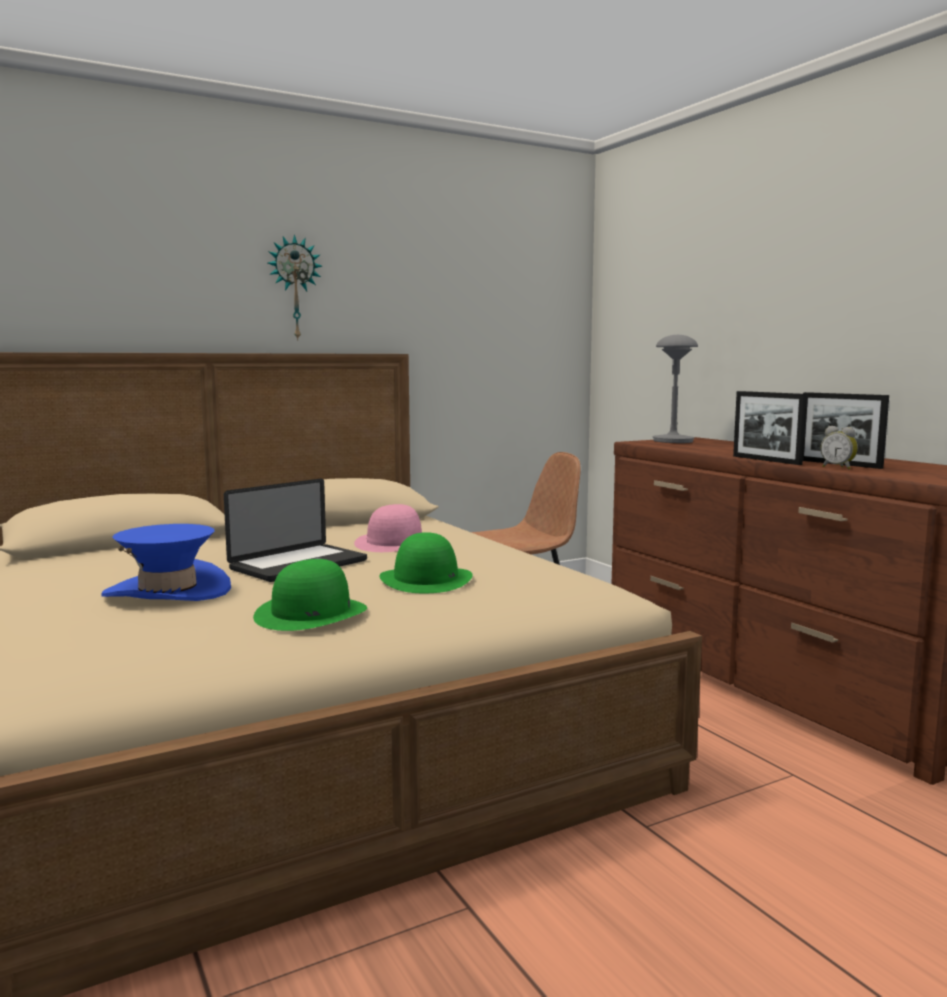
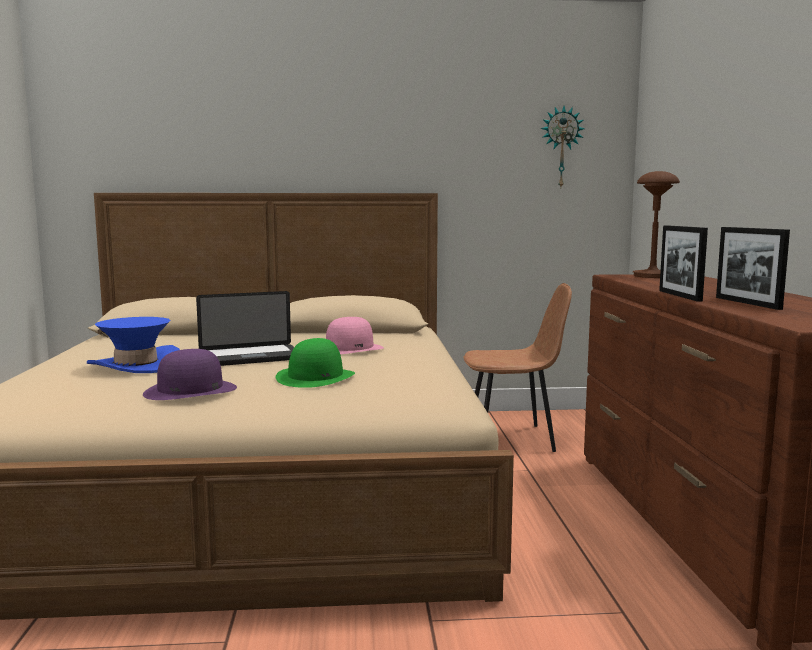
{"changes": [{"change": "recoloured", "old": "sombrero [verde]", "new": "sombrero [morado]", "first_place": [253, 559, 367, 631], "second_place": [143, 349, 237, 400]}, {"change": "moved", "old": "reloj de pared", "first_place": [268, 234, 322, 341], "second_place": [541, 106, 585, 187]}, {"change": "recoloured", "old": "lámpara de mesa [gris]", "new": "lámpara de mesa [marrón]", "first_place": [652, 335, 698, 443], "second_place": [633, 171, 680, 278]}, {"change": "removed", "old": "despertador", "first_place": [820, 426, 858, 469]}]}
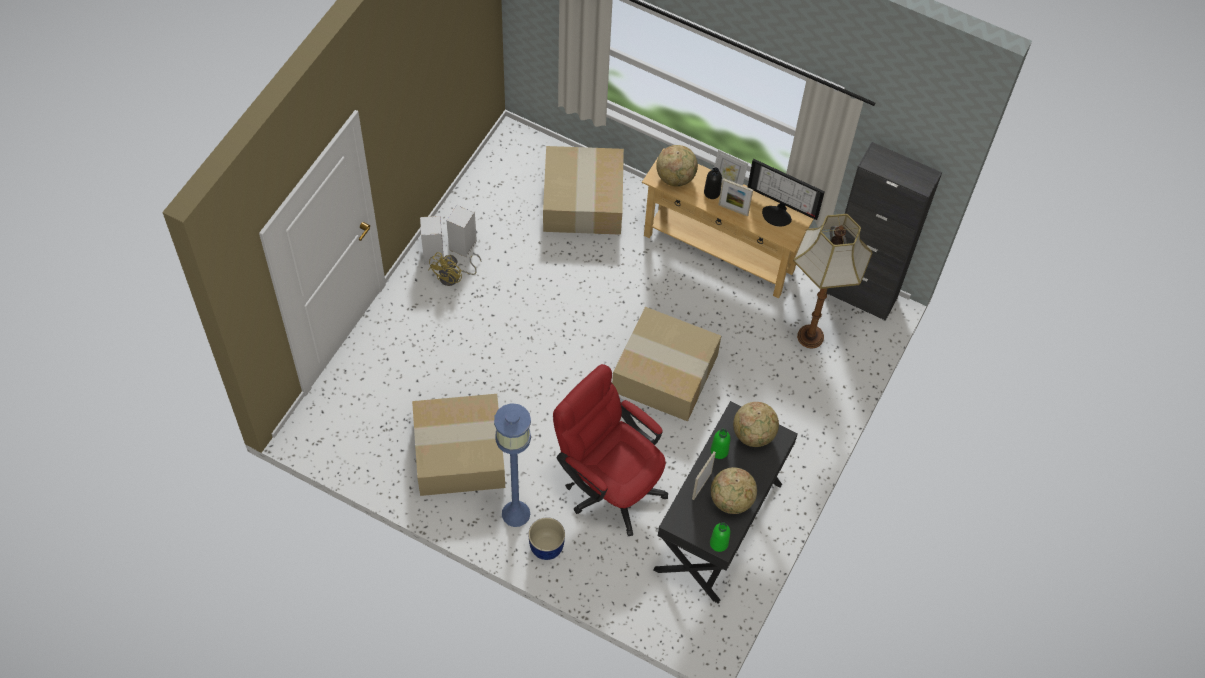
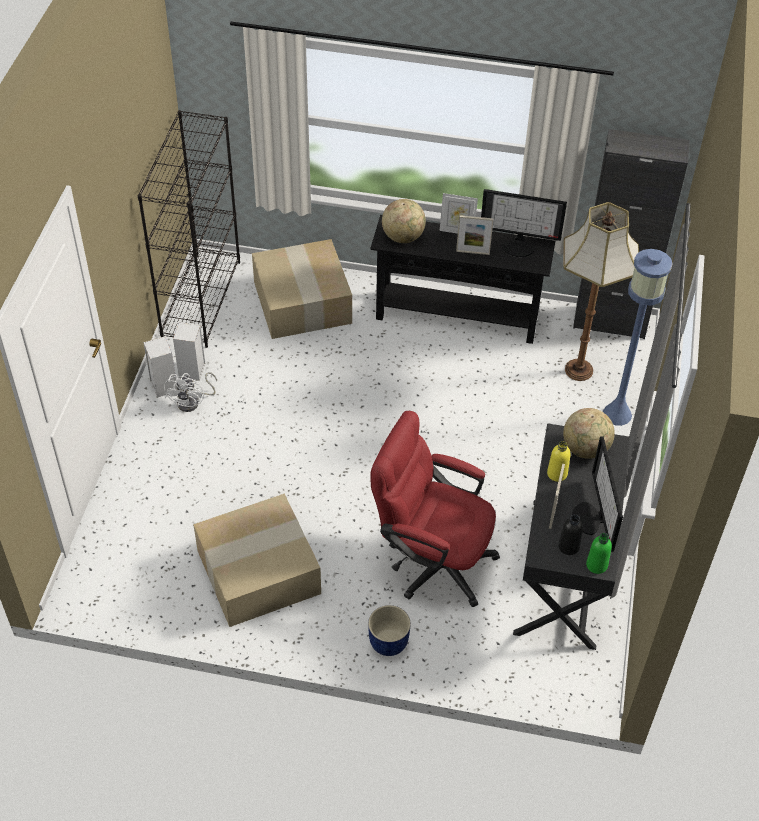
{"changes": [{"change": "added", "new": "estantería [negro]", "second_place": [138, 110, 240, 348]}, {"change": "recoloured", "old": "ventilador [amarillo]", "new": "ventilador [blanco]", "first_place": [428, 252, 481, 286], "second_place": [164, 372, 217, 412]}, {"change": "recoloured", "old": "mesa consola [beis]", "new": "mesa consola [negro]", "first_place": [642, 148, 814, 298], "second_place": [370, 215, 555, 344]}, {"change": "recoloured", "old": "botella [verde]", "new": "botella [amarillo]", "first_place": [711, 429, 730, 459], "second_place": [547, 441, 571, 482]}, {"change": "moved", "old": "botella [negro]", "first_place": [704, 167, 722, 199], "second_place": [558, 514, 583, 555]}, {"change": "replaced", "old": "globo terráqueo", "new": "monitor", "first_place": [711, 467, 757, 514], "second_place": [572, 436, 623, 552]}, {"change": "moved", "old": "lámpara de pie [azul]", "first_place": [494, 403, 531, 527], "second_place": [603, 249, 673, 426]}, {"change": "removed", "old": "caja de cartón", "first_place": [612, 307, 721, 422]}]}
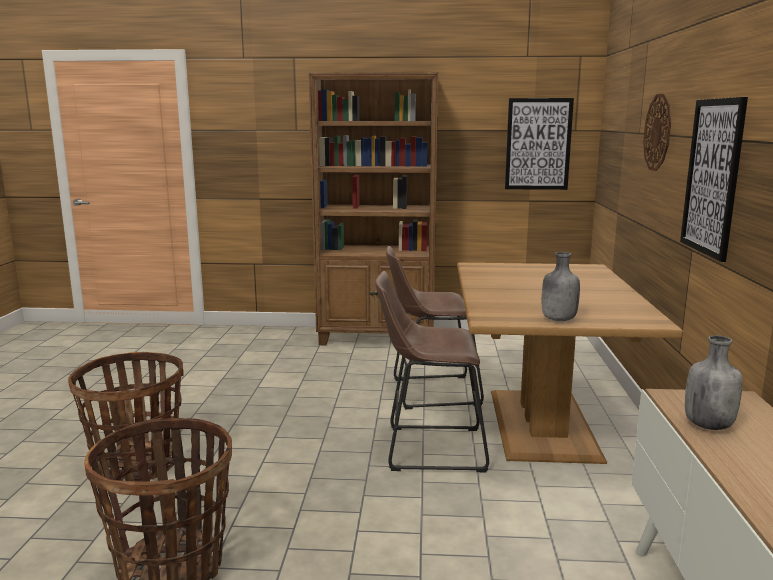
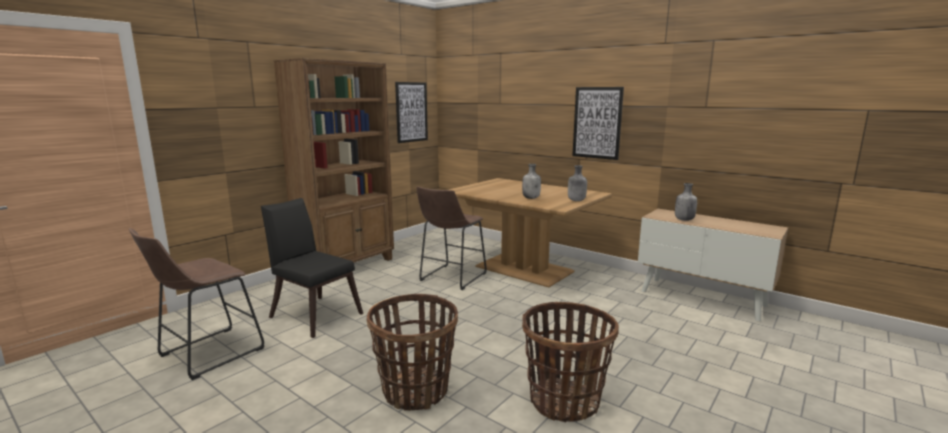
{"changes": [{"change": "moved", "old": "taburete [marrón]", "first_place": [375, 271, 489, 472], "second_place": [129, 228, 264, 380]}, {"change": "added", "new": "silla [negro]", "second_place": [261, 198, 363, 338]}, {"change": "added", "new": "botella [gris]", "second_place": [522, 164, 541, 199]}, {"change": "removed", "old": "reloj de pared", "first_place": [643, 94, 671, 171]}]}
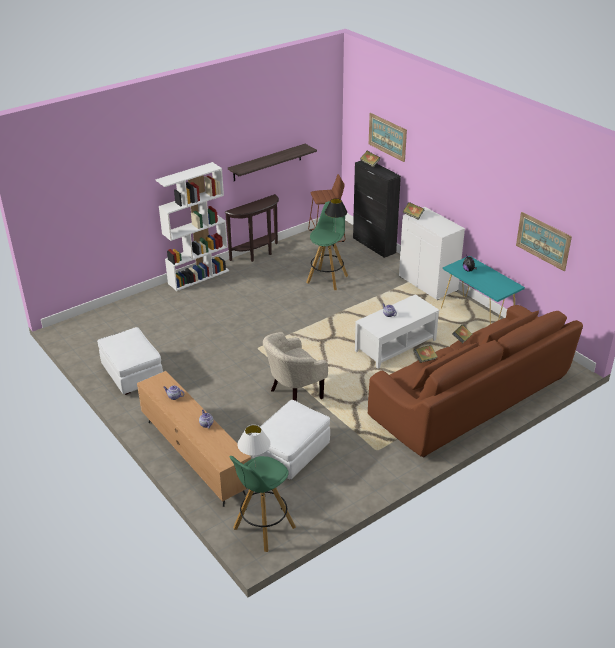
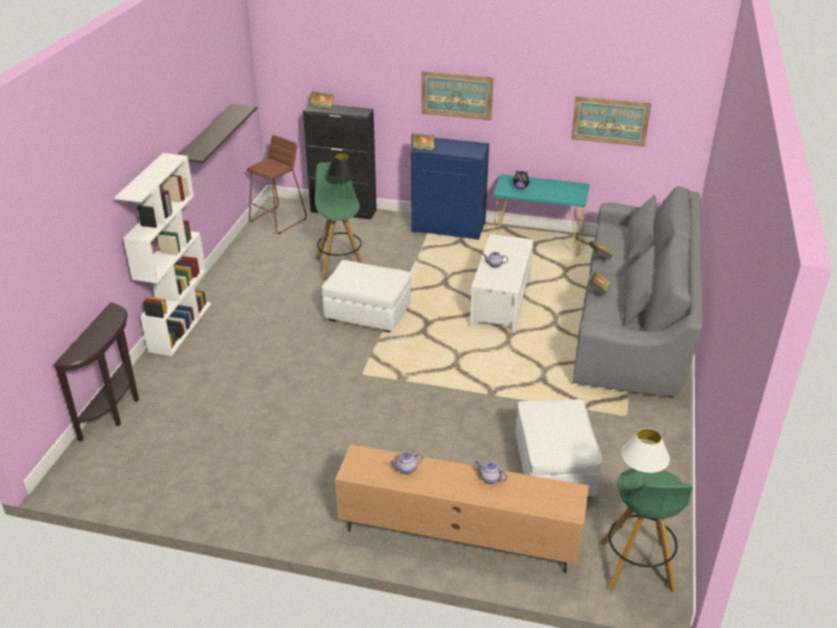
{"changes": [{"change": "moved", "old": "mesa consola [marrón]", "first_place": [225, 194, 279, 262], "second_place": [53, 302, 139, 442]}, {"change": "moved", "old": "puf [blanco]", "first_place": [97, 327, 163, 395], "second_place": [322, 260, 411, 332]}, {"change": "recoloured", "old": "armario [blanco]", "new": "armario [azul]", "first_place": [399, 207, 465, 300], "second_place": [411, 138, 489, 240]}, {"change": "moved", "old": "cuadro", "first_place": [369, 113, 407, 162], "second_place": [421, 71, 494, 121]}, {"change": "recoloured", "old": "sofá [marrón]", "new": "sofá [gris]", "first_place": [368, 305, 583, 458], "second_place": [573, 186, 703, 398]}, {"change": "removed", "old": "sillón [beis]", "first_place": [263, 332, 328, 401]}]}
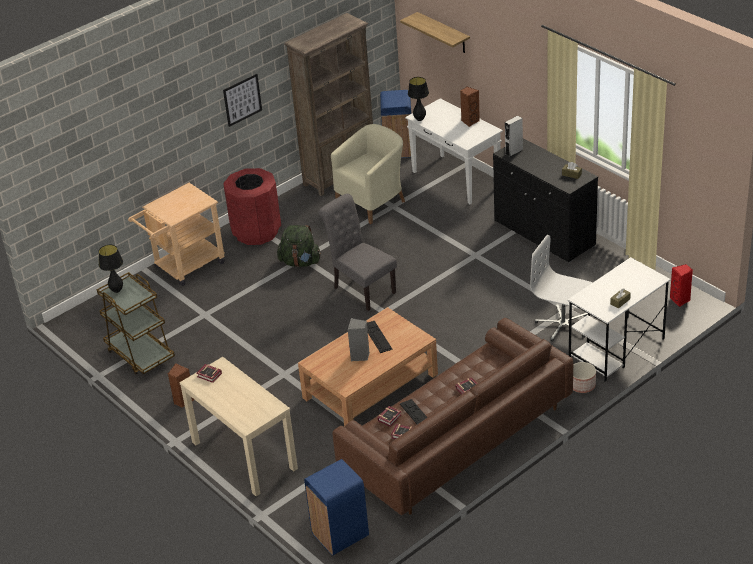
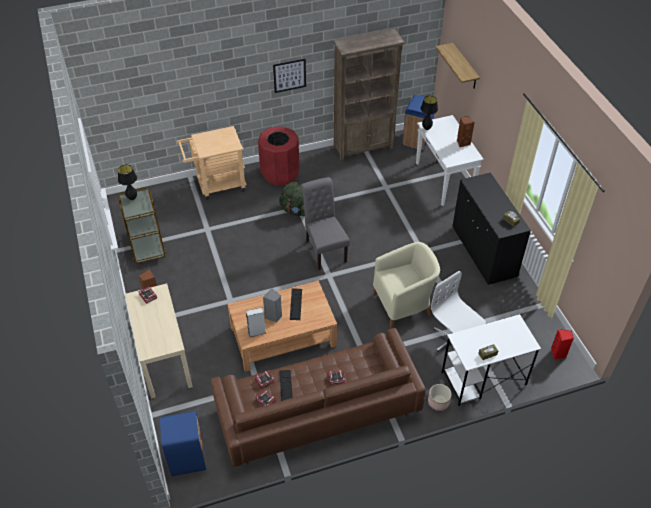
{"changes": [{"change": "moved", "old": "altavoz [gris]", "first_place": [505, 115, 523, 157], "second_place": [246, 307, 266, 337]}, {"change": "moved", "old": "sillón [beis]", "first_place": [331, 124, 405, 224], "second_place": [373, 242, 440, 329]}]}
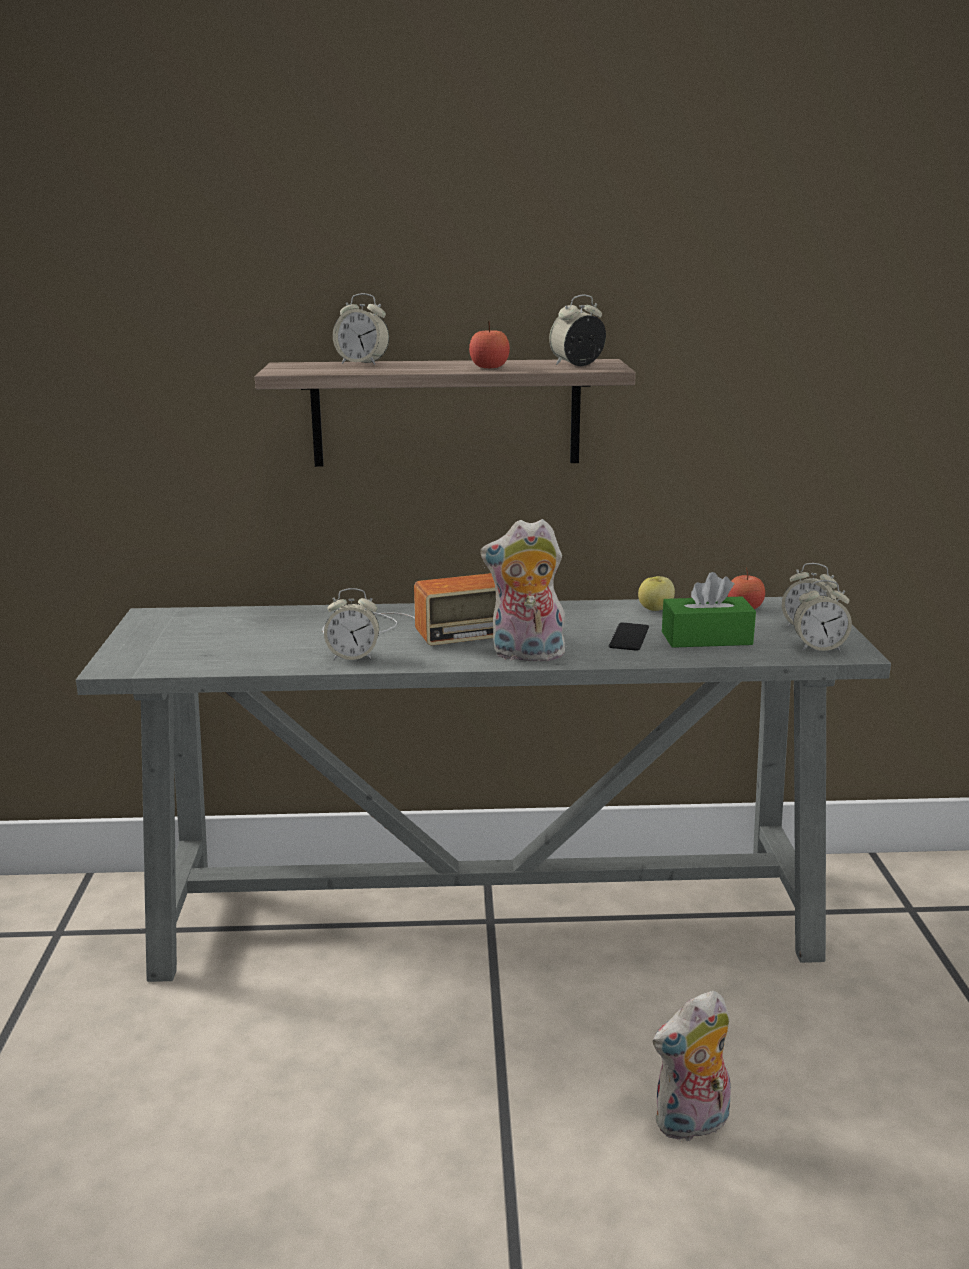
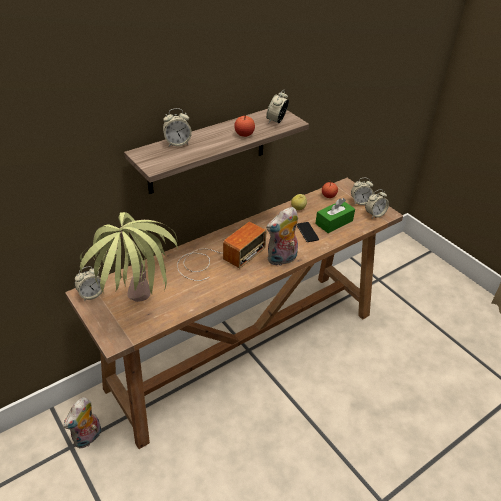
{"changes": [{"change": "moved", "old": "peluche", "first_place": [653, 991, 731, 1141], "second_place": [64, 397, 101, 449]}, {"change": "recoloured", "old": "mesa consola [gris]", "new": "mesa consola [marrón]", "first_place": [76, 597, 891, 982], "second_place": [65, 178, 403, 449]}, {"change": "moved", "old": "despertador", "first_place": [324, 588, 379, 660], "second_place": [75, 266, 102, 301]}, {"change": "added", "new": "planta en maceta", "second_place": [80, 212, 178, 302]}]}
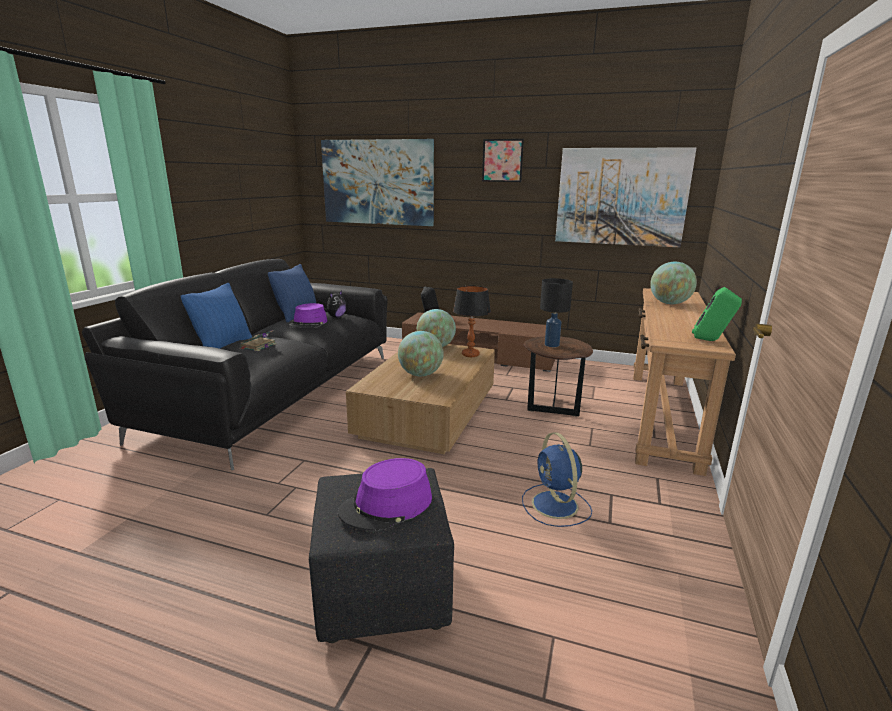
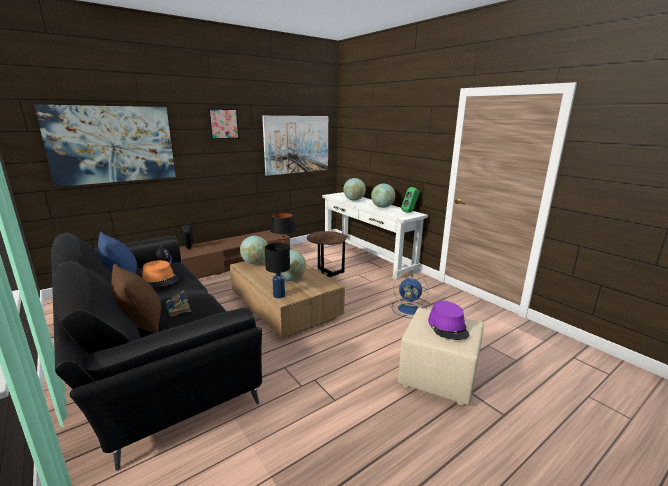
{"changes": [{"change": "recoloured", "old": "cojín [azul]", "new": "cojín [marrón]", "first_place": [181, 283, 252, 349], "second_place": [111, 264, 161, 333]}, {"change": "recoloured", "old": "sombrero [morado]", "new": "sombrero [naranja]", "first_place": [289, 303, 327, 328], "second_place": [142, 260, 178, 287]}, {"change": "moved", "old": "lámpara de mesa [negro]", "first_place": [540, 278, 573, 347], "second_place": [265, 243, 290, 299]}, {"change": "recoloured", "old": "mesa consola [marrón]", "new": "mesa consola [blanco]", "first_place": [633, 288, 736, 476], "second_place": [322, 192, 428, 280]}, {"change": "added", "new": "globo terráqueo", "second_place": [371, 184, 395, 208]}, {"change": "recoloured", "old": "puf [negro]", "new": "puf [beis]", "first_place": [309, 468, 454, 643], "second_place": [398, 308, 484, 406]}]}
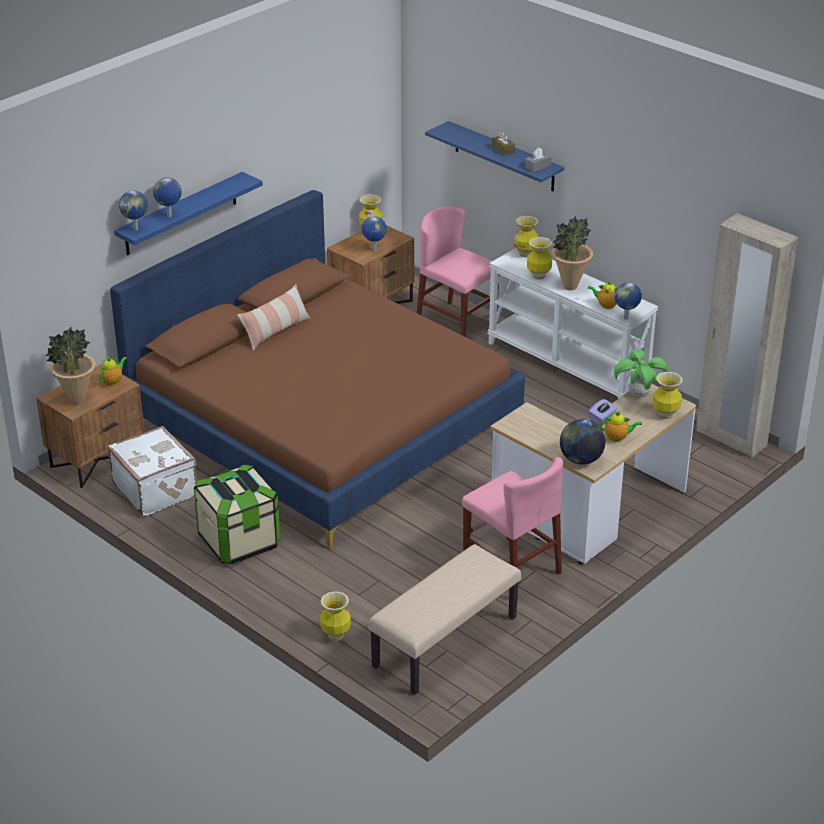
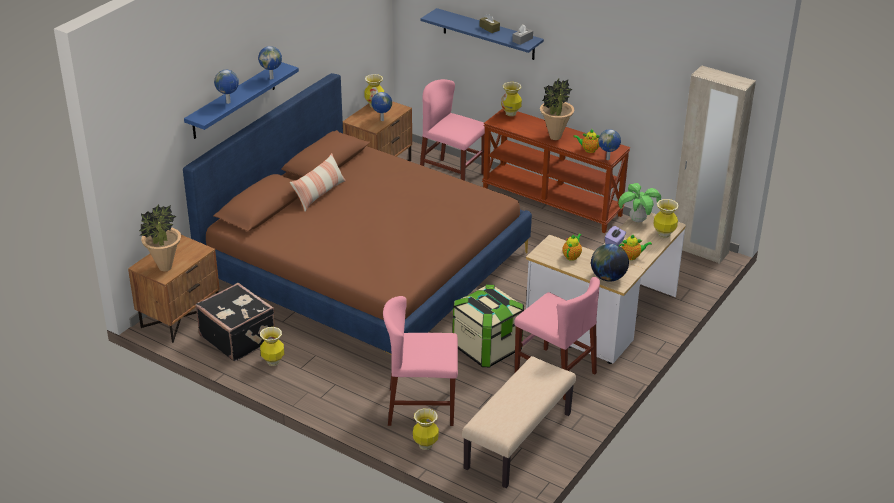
{"changes": [{"change": "recoloured", "old": "maleta [blanco]", "new": "maleta [negro]", "first_place": [108, 426, 197, 516], "second_place": [196, 283, 275, 361]}, {"change": "moved", "old": "globo terráqueo", "first_place": [119, 191, 148, 231], "second_place": [258, 46, 282, 80]}, {"change": "moved", "old": "florero", "first_place": [527, 237, 552, 280], "second_place": [260, 327, 284, 366]}, {"change": "added", "new": "silla [rosa]", "second_place": [383, 296, 458, 426]}, {"change": "moved", "old": "caja de almacenaje", "first_place": [194, 464, 280, 564], "second_place": [453, 284, 524, 367]}, {"change": "recoloured", "old": "mesa consola [blanco]", "new": "mesa consola [marrón]", "first_place": [487, 248, 659, 399], "second_place": [482, 108, 630, 233]}, {"change": "moved", "old": "tetera", "first_place": [99, 357, 127, 386], "second_place": [562, 234, 582, 261]}]}
